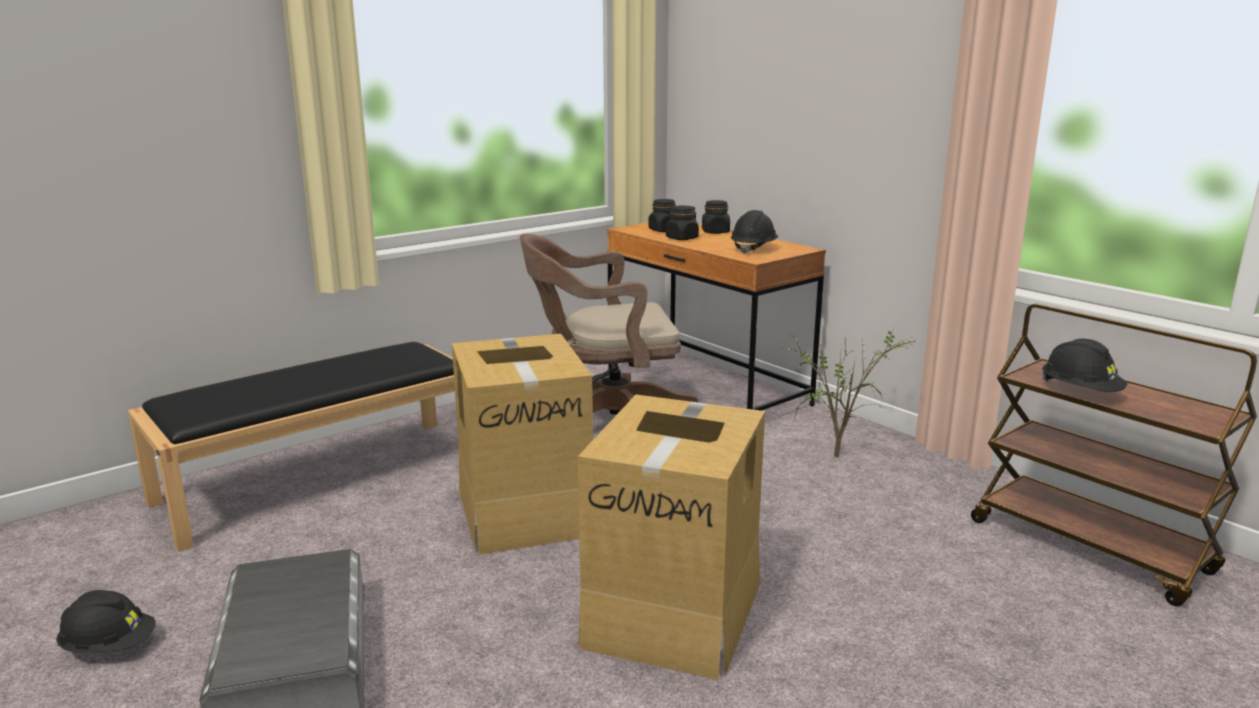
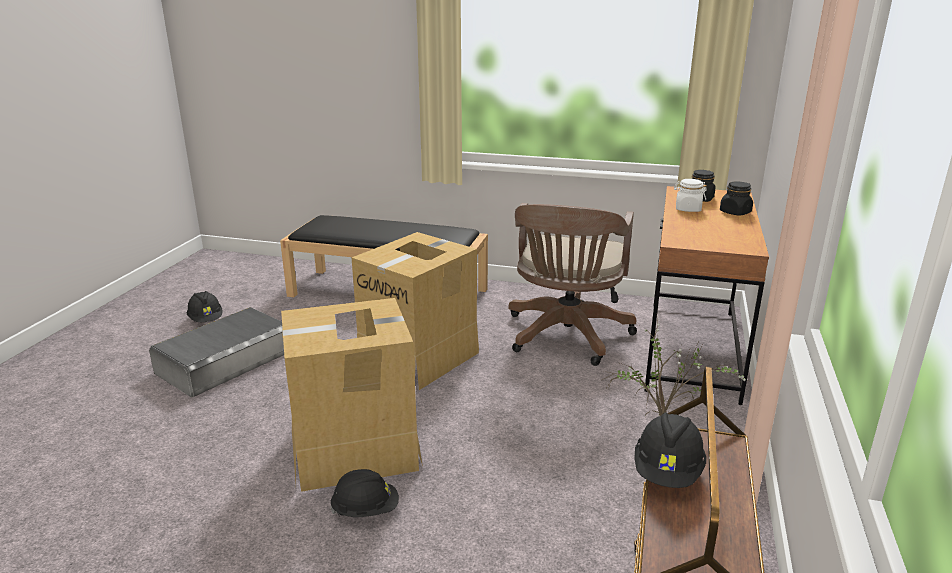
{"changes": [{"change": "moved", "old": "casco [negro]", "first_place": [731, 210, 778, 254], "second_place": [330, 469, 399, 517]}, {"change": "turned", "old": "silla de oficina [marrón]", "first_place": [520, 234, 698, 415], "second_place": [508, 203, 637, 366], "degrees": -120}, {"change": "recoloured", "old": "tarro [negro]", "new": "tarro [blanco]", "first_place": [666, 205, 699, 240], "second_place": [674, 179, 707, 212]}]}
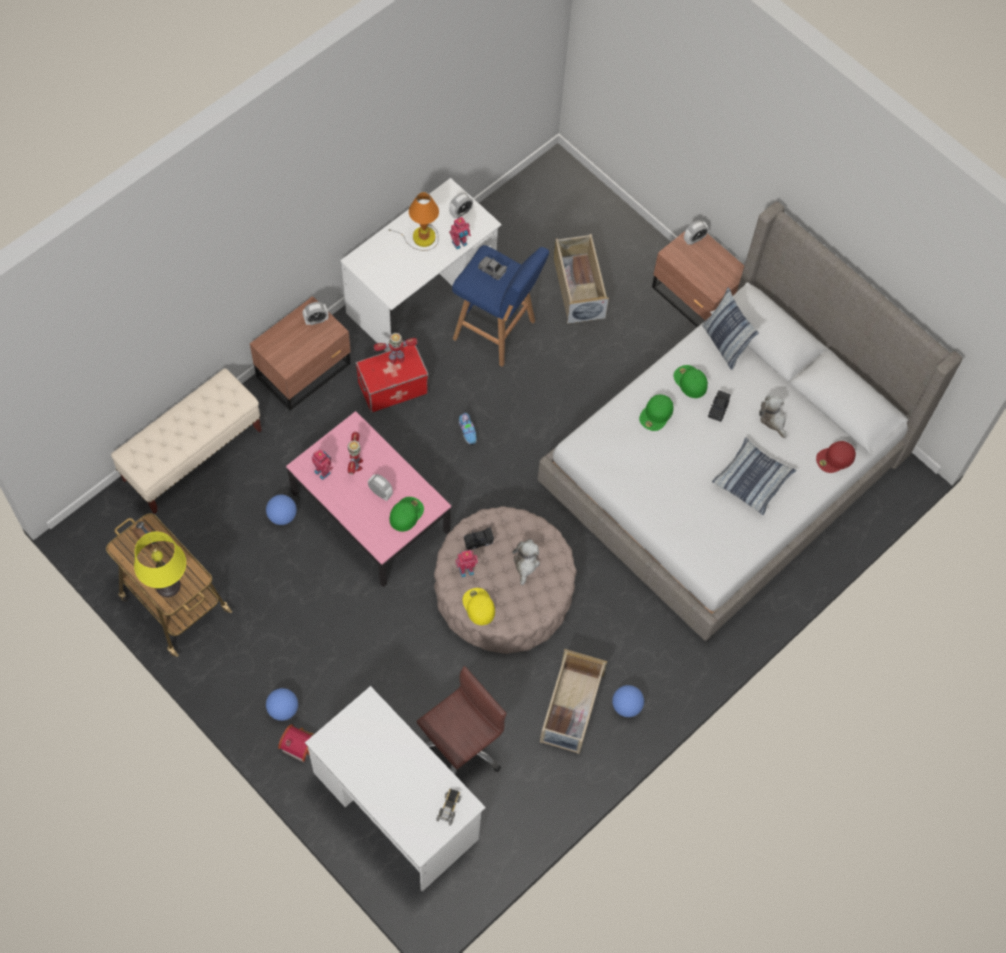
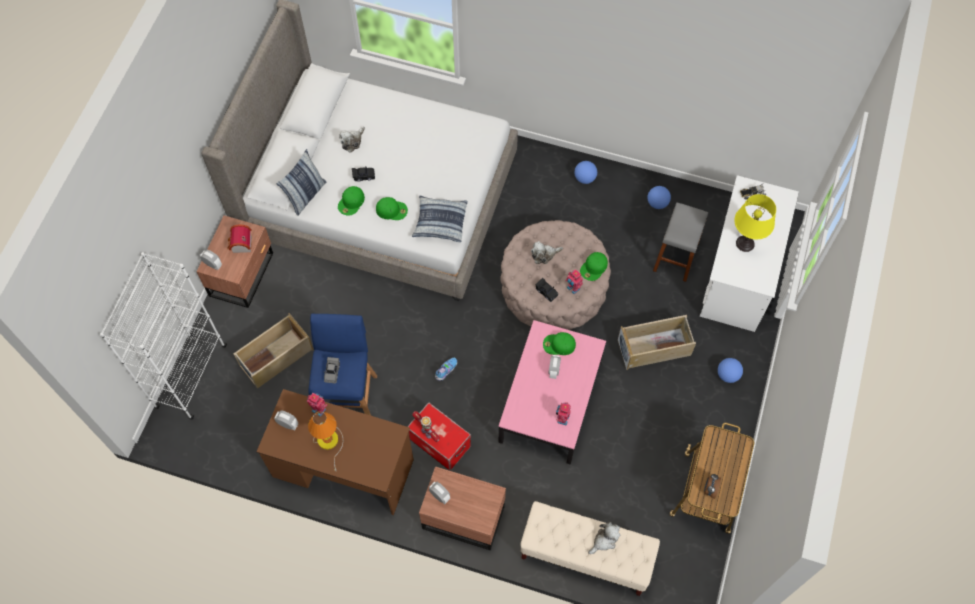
{"changes": [{"change": "added", "new": "estantería [blanco]", "second_place": [100, 252, 227, 420]}, {"change": "moved", "old": "casita", "first_place": [278, 724, 314, 762], "second_place": [227, 224, 252, 253]}, {"change": "recoloured", "old": "escritorio [blanco]", "new": "escritorio [marrón]", "first_place": [340, 178, 502, 352], "second_place": [257, 389, 414, 515]}, {"change": "moved", "old": "cojín", "first_place": [712, 438, 797, 515], "second_place": [412, 195, 468, 243]}, {"change": "recoloured", "old": "gorra [amarillo]", "new": "gorra [verde]", "first_place": [463, 588, 495, 625], "second_place": [580, 252, 608, 281]}, {"change": "added", "new": "peluche", "second_place": [588, 522, 620, 554]}, {"change": "moved", "old": "caja de almacenaje [beis]", "first_place": [540, 649, 607, 754], "second_place": [618, 315, 696, 370]}, {"change": "moved", "old": "balón de fútbol", "first_place": [266, 495, 297, 525], "second_place": [647, 186, 671, 209]}, {"change": "replaced", "old": "silla de oficina [marrón]", "new": "taburete [gris]", "first_place": [416, 666, 507, 775], "second_place": [653, 202, 708, 282]}, {"change": "moved", "old": "lámpara de mesa [amarillo]", "first_place": [134, 531, 186, 597], "second_place": [734, 194, 776, 252]}, {"change": "removed", "old": "robot de juguete", "first_place": [348, 432, 363, 475]}, {"change": "removed", "old": "gorra [rojo]", "first_place": [816, 441, 856, 473]}]}
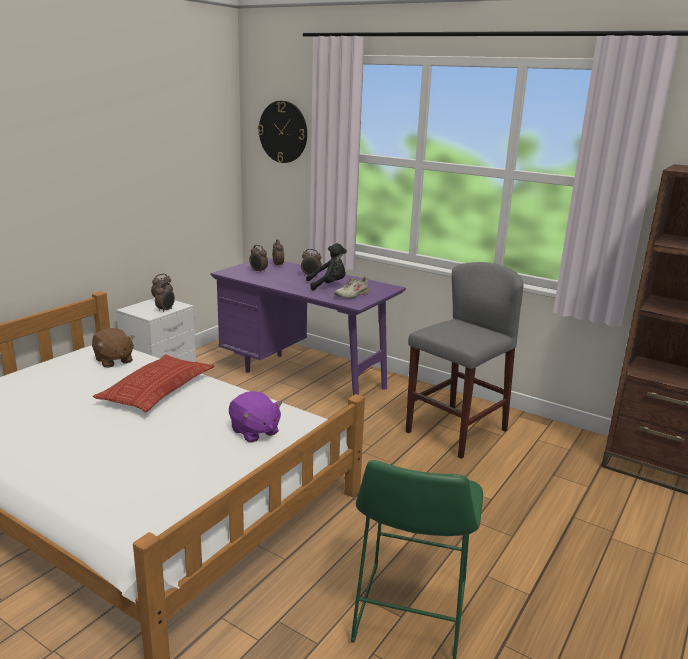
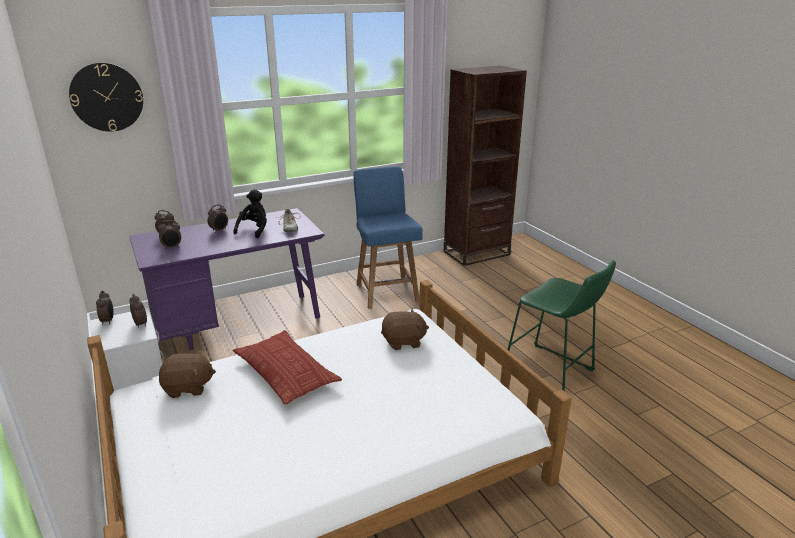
{"changes": [{"change": "replaced", "old": "taburete [gris]", "new": "silla [azul]", "first_place": [406, 262, 524, 459], "second_place": [354, 166, 423, 309]}, {"change": "recoloured", "old": "peluche [morado]", "new": "peluche [marrón]", "first_place": [229, 391, 282, 443], "second_place": [381, 308, 429, 350]}]}
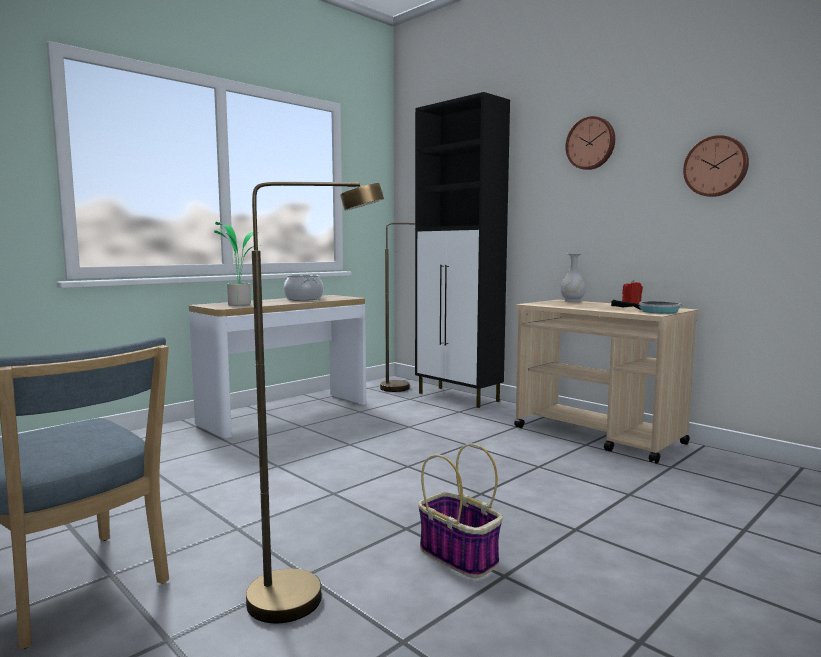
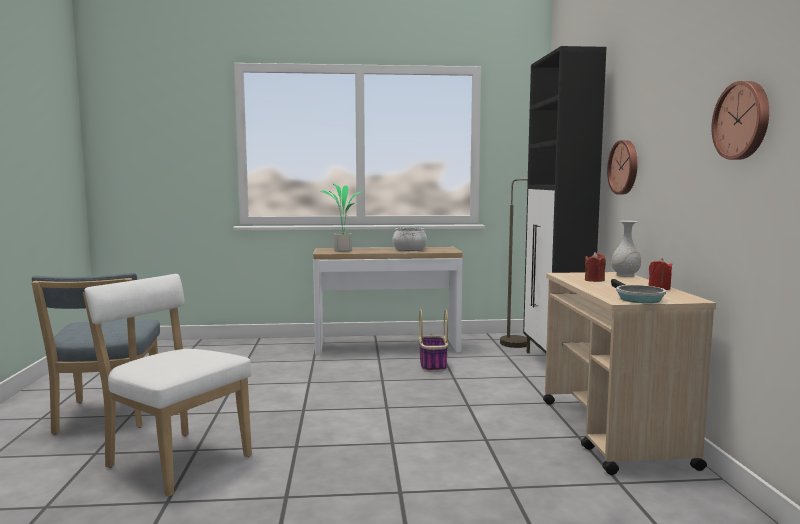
{"changes": [{"change": "replaced", "old": "lámpara de pie [marrón]", "new": "silla [blanco]", "first_place": [246, 182, 384, 623], "second_place": [83, 274, 252, 497]}, {"change": "moved", "old": "cesta", "first_place": [418, 443, 502, 578], "second_place": [419, 309, 448, 372]}, {"change": "added", "new": "vela [rojo]", "second_place": [585, 252, 606, 282]}, {"change": "moved", "old": "reloj de pared", "first_place": [565, 116, 615, 170], "second_place": [607, 140, 637, 195]}]}
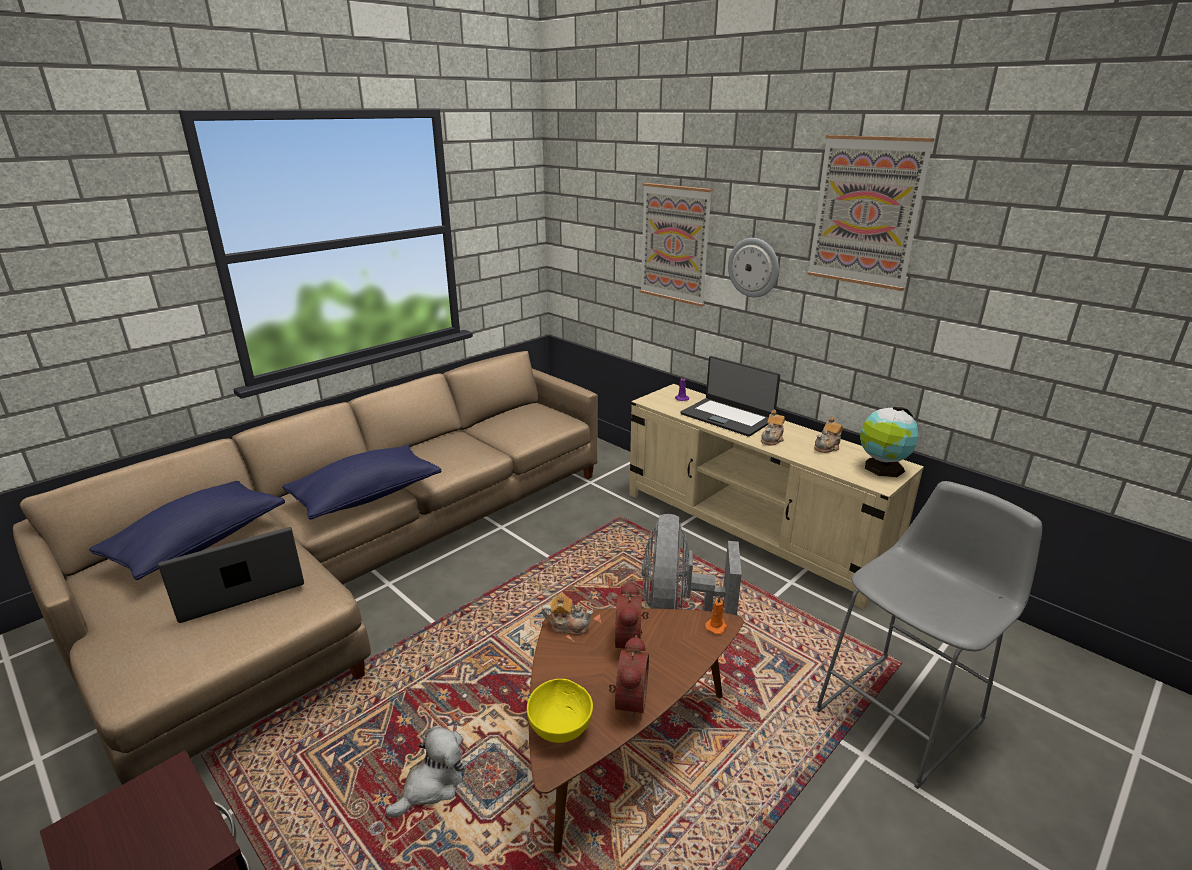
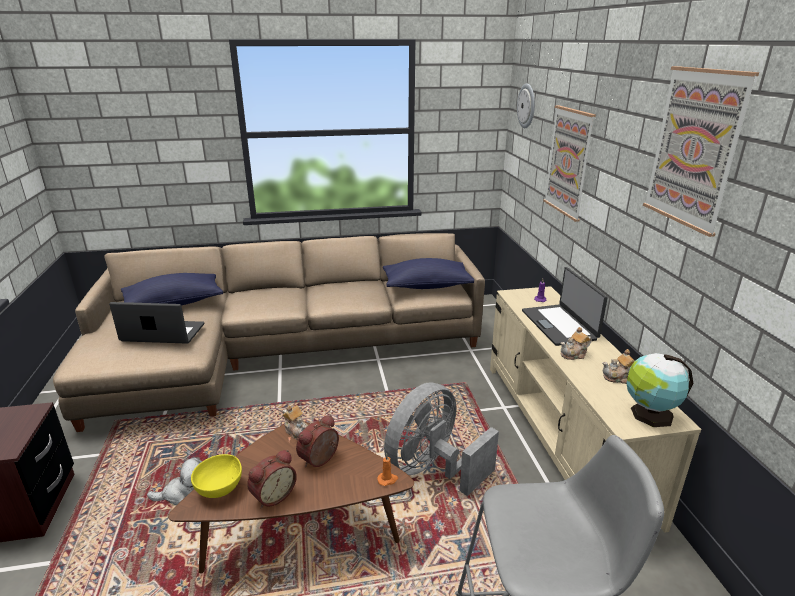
{"changes": [{"change": "moved", "old": "cojín [azul]", "first_place": [282, 445, 442, 520], "second_place": [383, 258, 474, 289]}, {"change": "moved", "old": "reloj de pared", "first_place": [728, 238, 779, 298], "second_place": [517, 83, 535, 128]}]}
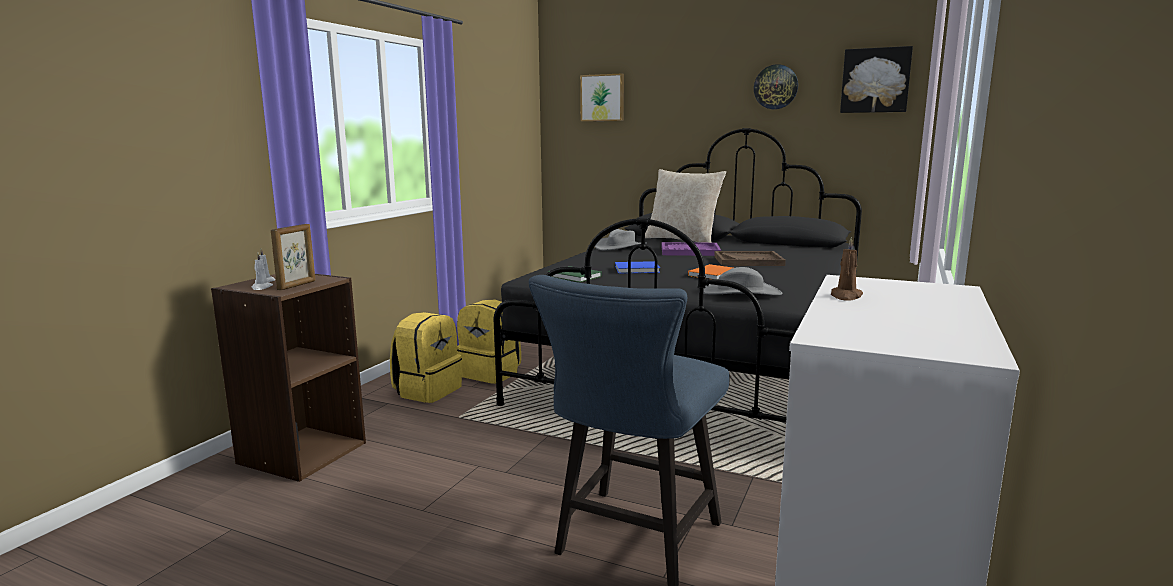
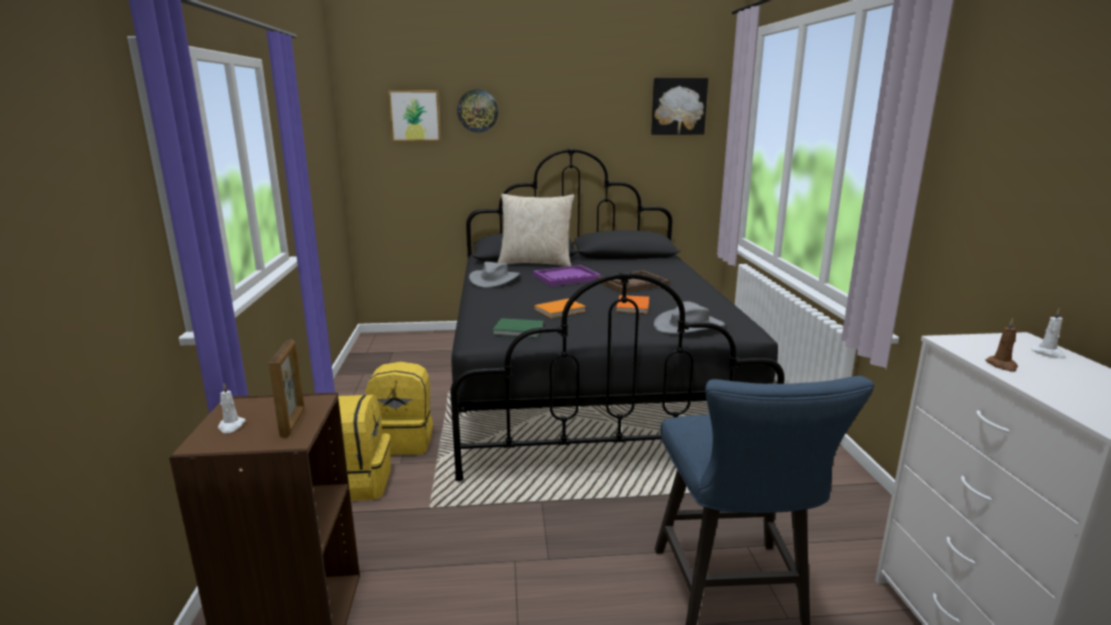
{"changes": [{"change": "moved", "old": "reloj de pared", "first_place": [754, 64, 798, 109], "second_place": [457, 90, 498, 132]}, {"change": "recoloured", "old": "libro [azul]", "new": "libro [naranja]", "first_place": [615, 261, 660, 274], "second_place": [535, 298, 586, 319]}, {"change": "moved", "old": "vela [blanco]", "first_place": [252, 253, 273, 290], "second_place": [1031, 308, 1066, 359]}]}
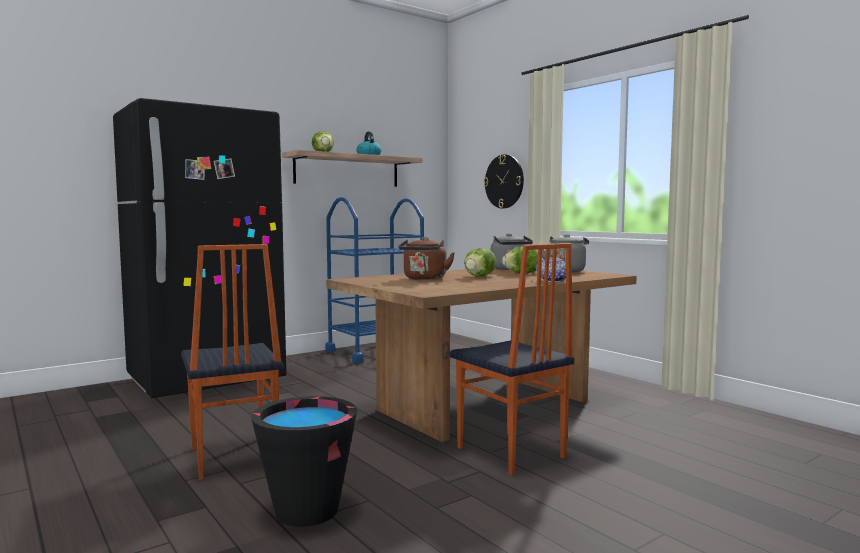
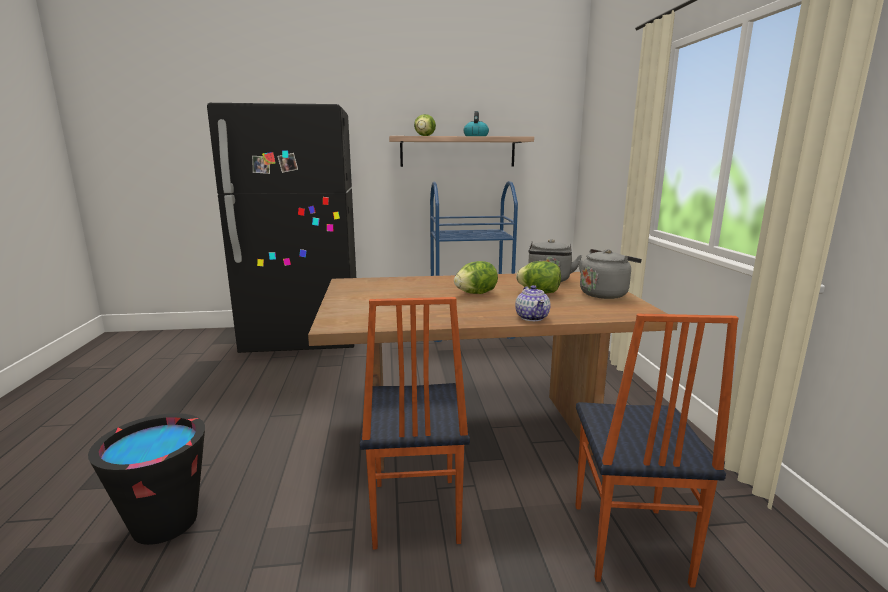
{"changes": [{"change": "moved", "old": "silla", "first_place": [181, 244, 283, 480], "second_place": [575, 314, 739, 588]}, {"change": "removed", "old": "hervidor [marrón]", "first_place": [398, 237, 455, 280]}, {"change": "removed", "old": "reloj de pared", "first_place": [484, 154, 524, 209]}]}
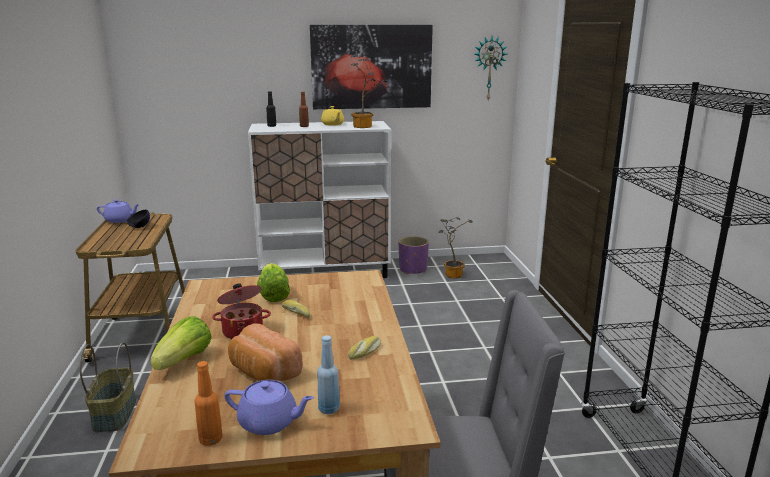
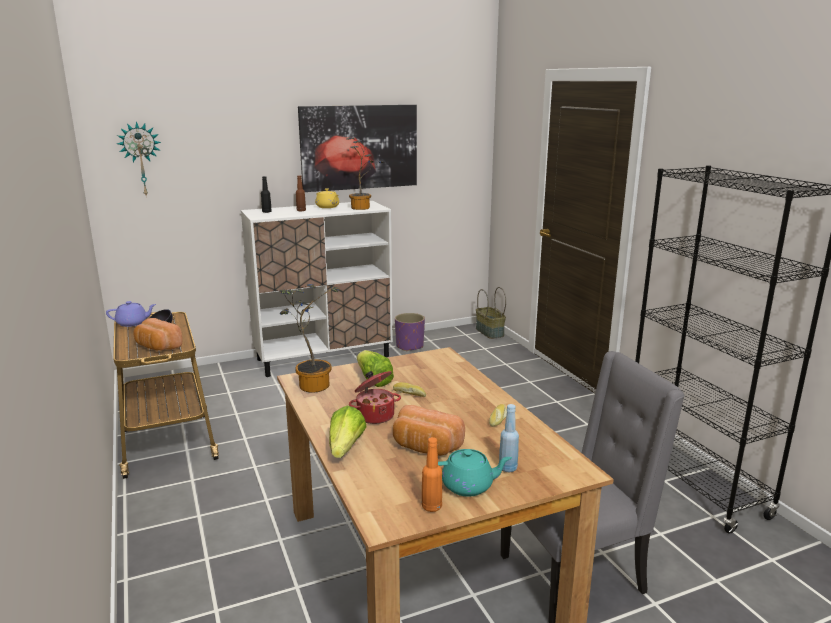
{"changes": [{"change": "moved", "old": "reloj de pared", "first_place": [474, 36, 507, 100], "second_place": [117, 121, 161, 197]}, {"change": "added", "new": "pan", "second_place": [133, 318, 183, 351]}, {"change": "moved", "old": "planta en maceta", "first_place": [438, 217, 473, 278], "second_place": [279, 284, 339, 393]}, {"change": "recoloured", "old": "tetera [morado]", "new": "tetera [turquesa]", "first_place": [224, 380, 314, 435], "second_place": [438, 449, 512, 497]}, {"change": "moved", "old": "cesta", "first_place": [79, 342, 136, 432], "second_place": [476, 287, 506, 339]}]}
